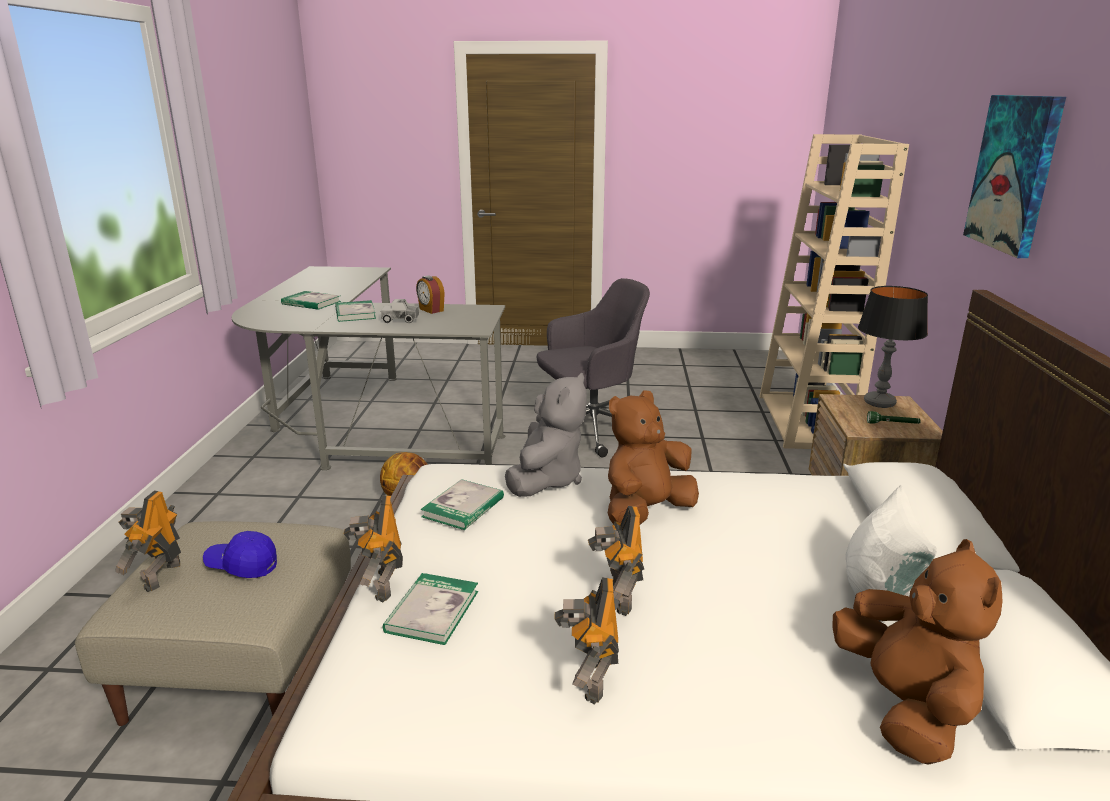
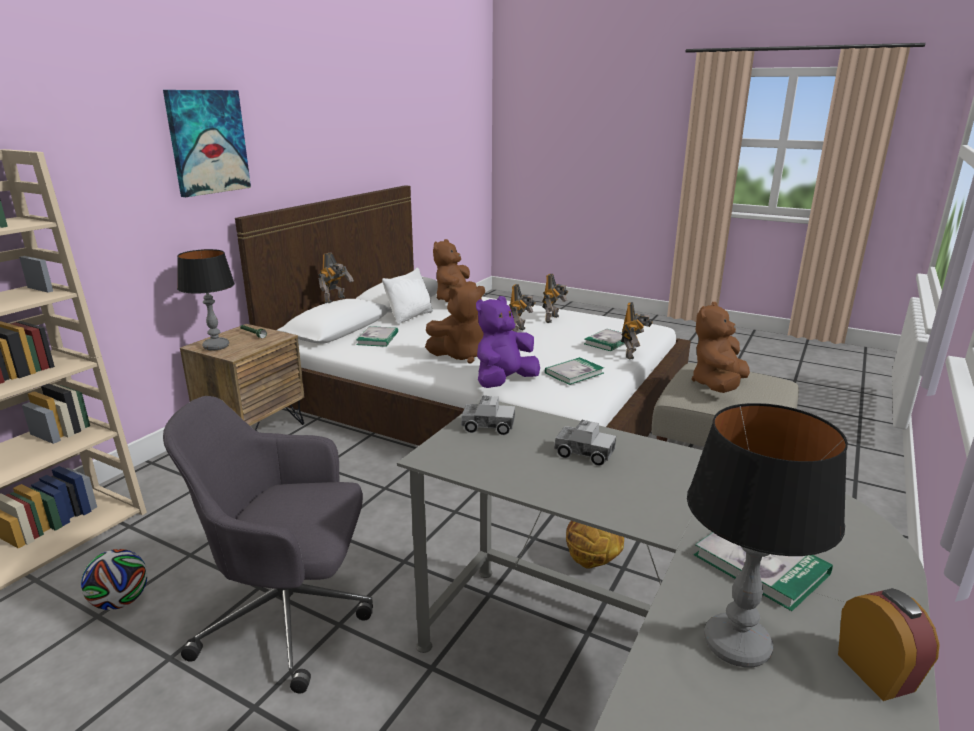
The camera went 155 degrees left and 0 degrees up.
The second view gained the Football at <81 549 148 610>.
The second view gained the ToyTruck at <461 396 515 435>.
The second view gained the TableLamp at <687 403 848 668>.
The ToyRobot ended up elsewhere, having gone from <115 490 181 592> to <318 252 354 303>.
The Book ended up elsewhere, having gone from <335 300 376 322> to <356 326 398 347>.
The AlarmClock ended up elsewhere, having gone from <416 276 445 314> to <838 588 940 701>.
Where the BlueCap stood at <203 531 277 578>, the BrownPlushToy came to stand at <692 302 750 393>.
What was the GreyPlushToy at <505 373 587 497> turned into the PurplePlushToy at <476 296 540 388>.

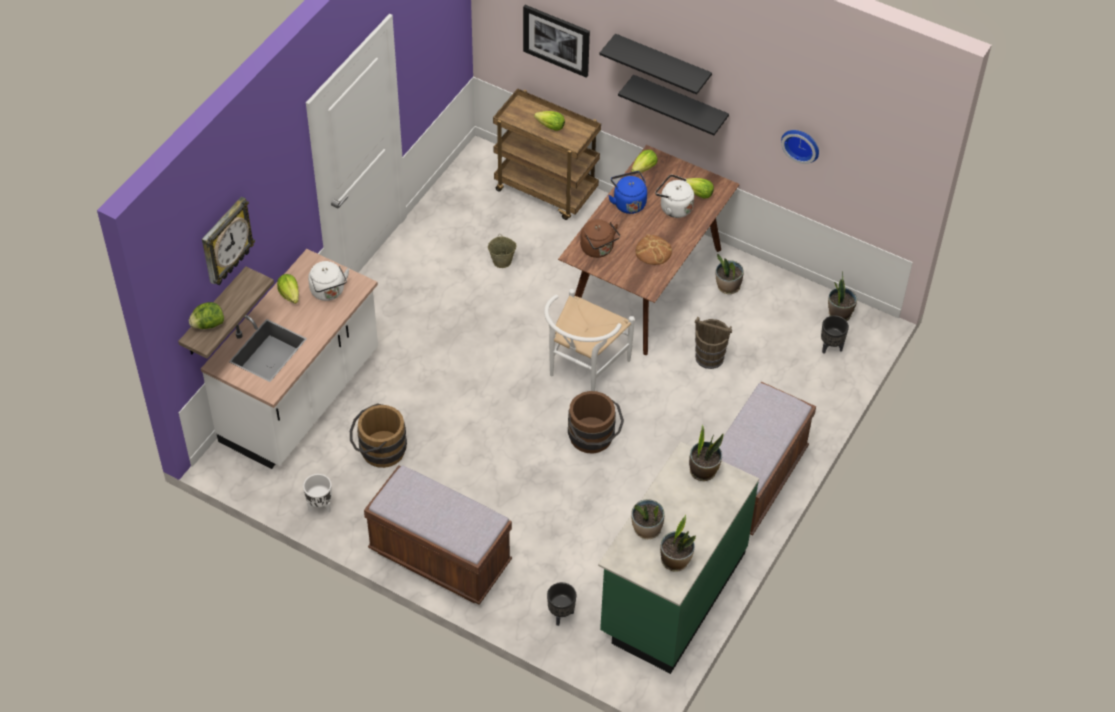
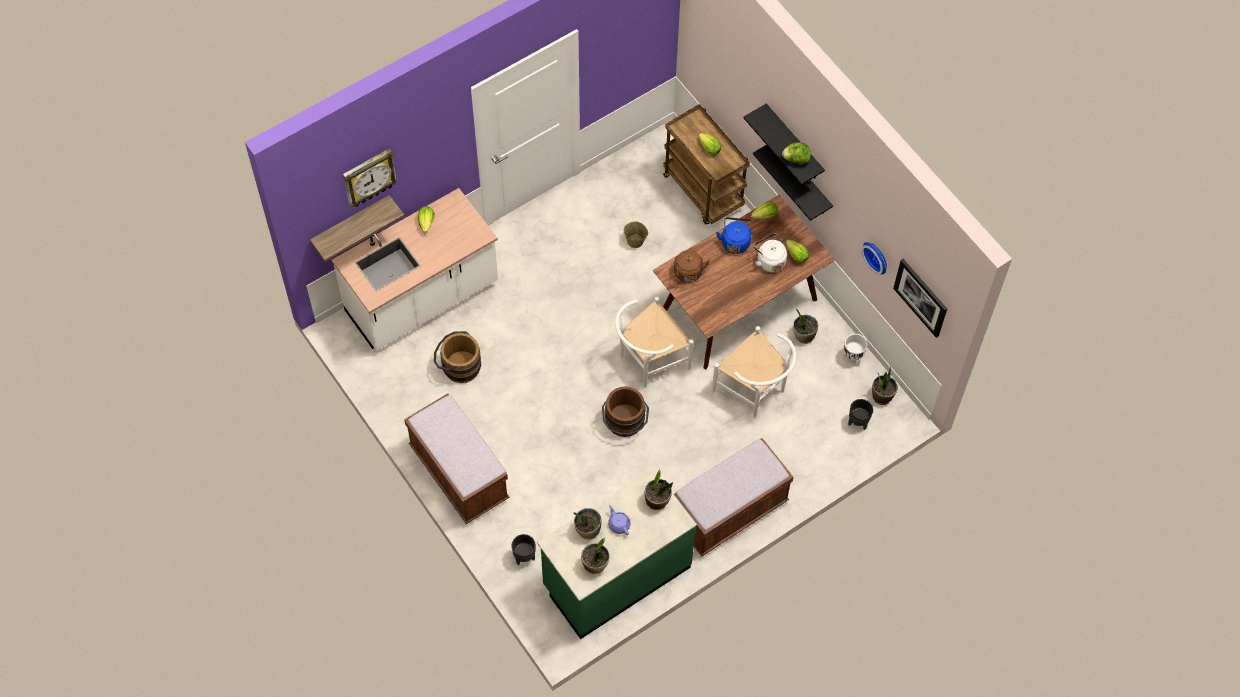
The camera went 25 degrees right and 10 degrees up.
The second view lost the WhiteKettle at <308 261 349 301>.
The second view lost the Bread at <636 234 672 265>.
The second view gained the PurpleTeapot at <608 505 631 535>.
The Lettuce ended up elsewhere, having gone from <189 302 224 329> to <782 142 811 164>.
The WhitePlanter ended up elsewhere, having gone from <303 474 332 513> to <843 334 867 366>.
The Picture ended up elsewhere, having gone from <523 5 590 78> to <893 259 947 338>.
Where the BrownBucket stood at <695 317 732 369>, the WhiteChair came to stand at <713 326 796 418>.

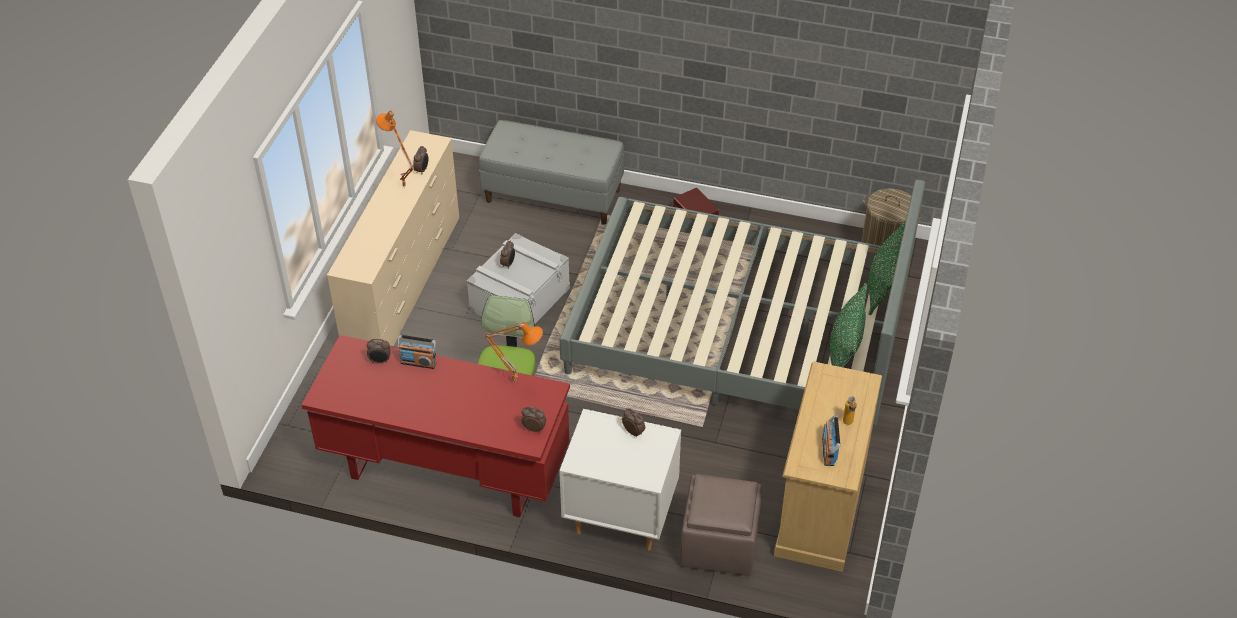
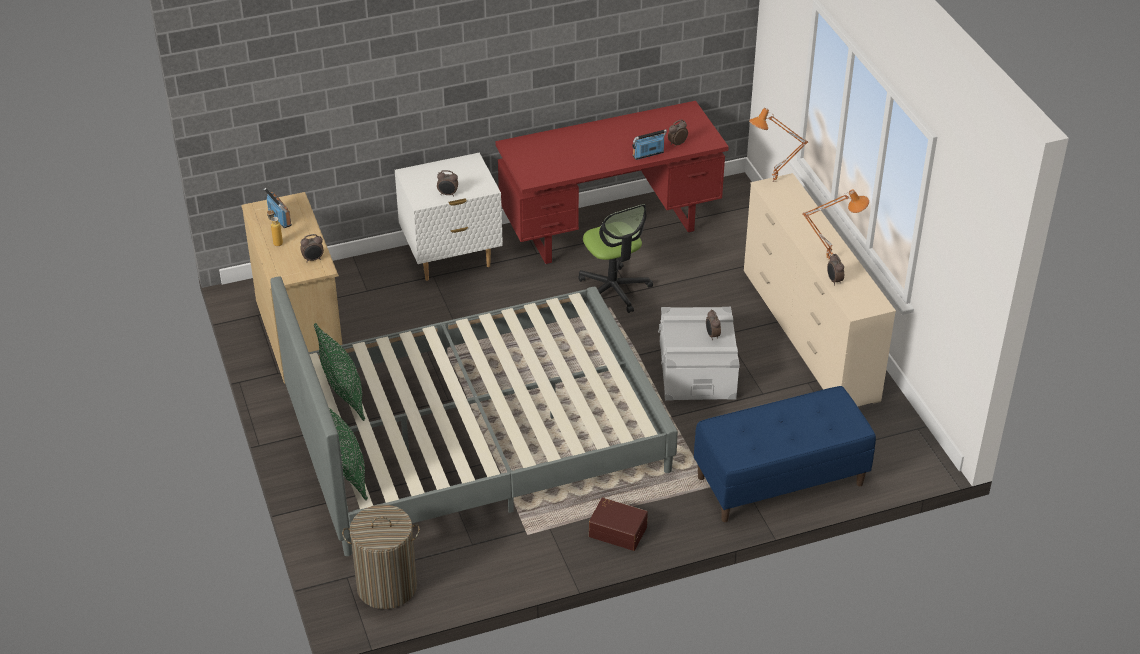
The camera went 145 degrees right and 5 degrees down.
The second view lost the BrownOttoman at <680 474 762 576>.
The OrangeTableLamp ended up elsewhere, having gone from <484 322 543 383> to <749 108 808 182>.
The AlarmClock ended up elsewhere, having gone from <521 407 546 433> to <300 234 324 262>.
What was the GreyBench at <479 120 624 225> turned into the BlueBench at <694 386 876 522>.

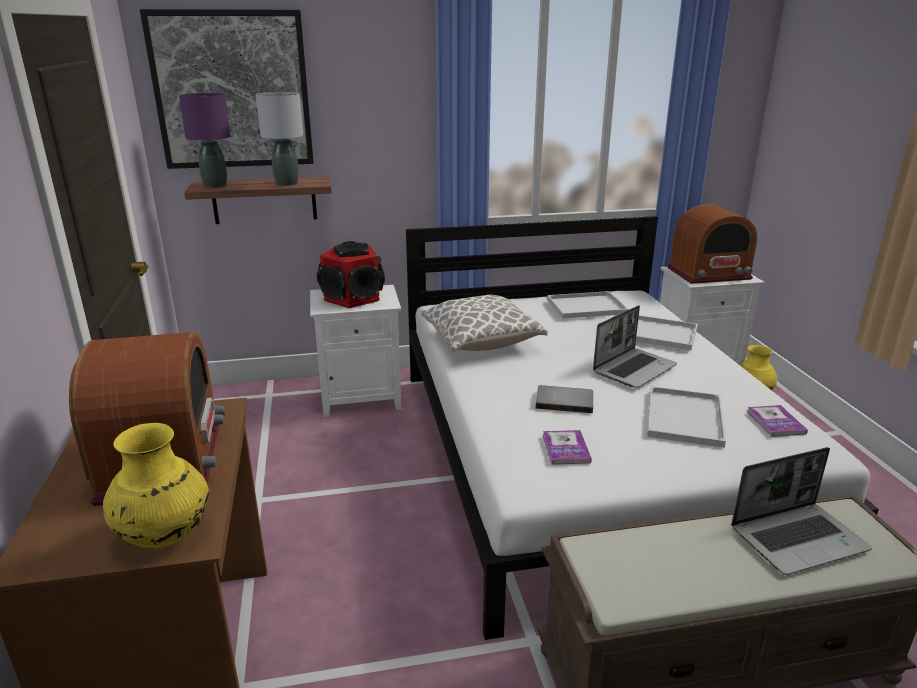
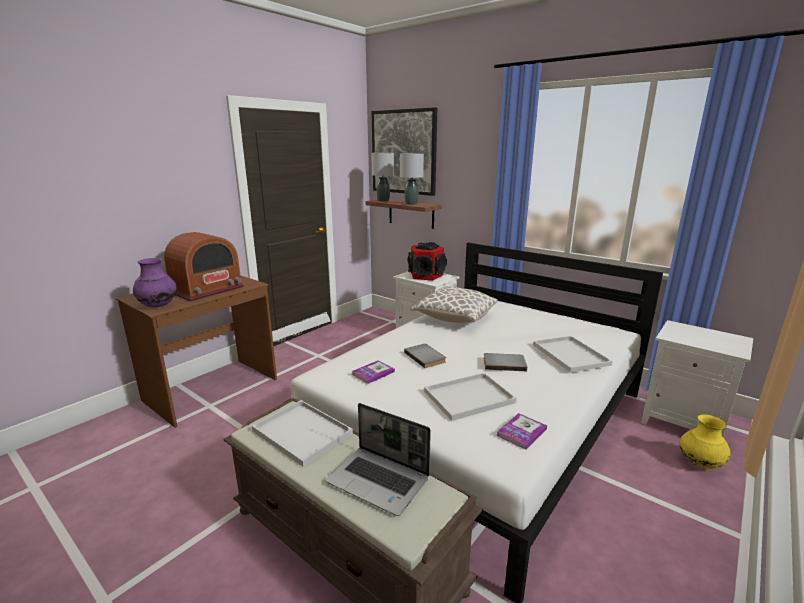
The camera went 50 degrees right and 5 degrees down.
The second view lost the Radio at <667 205 757 284>.
The WhiteTray ended up elsewhere, having gone from <547 291 629 319> to <252 400 353 467>.
Where the Laptop stood at <593 305 677 388>, the GreyBook came to stand at <484 353 527 371>.
What was the YellowVase at <103 423 209 548> turned into the PurpleVase at <133 258 177 307>.
What was the PurpleTableLamp at <179 93 230 188> turned into the GreyTableLamp at <371 153 394 202>.

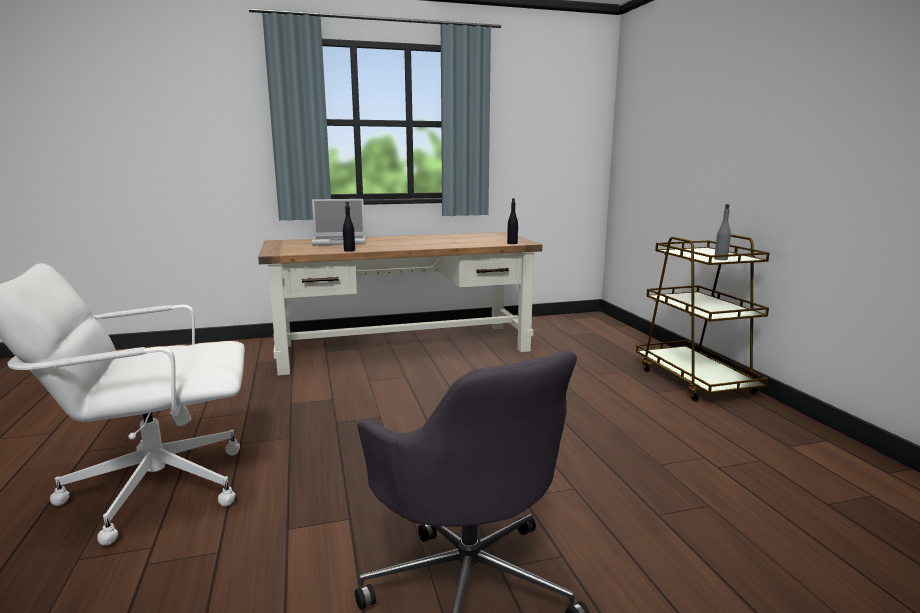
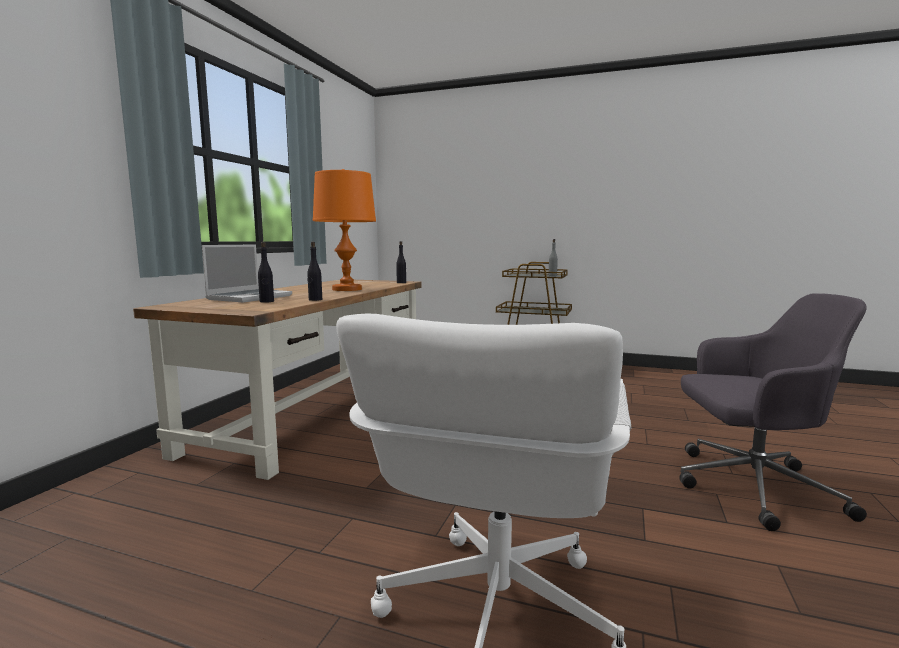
The camera went 55 degrees left and 5 degrees down.
The second view gained the BlackBottle at <258 242 274 303>.
The second view gained the OrangeTableLamp at <313 169 376 291>.

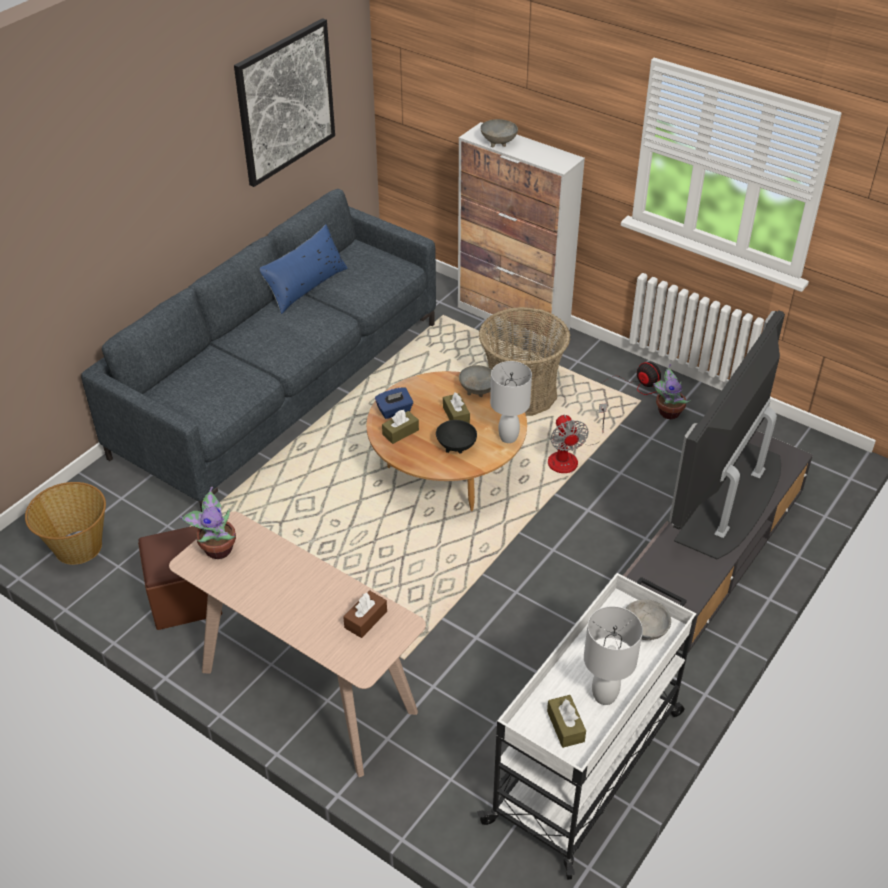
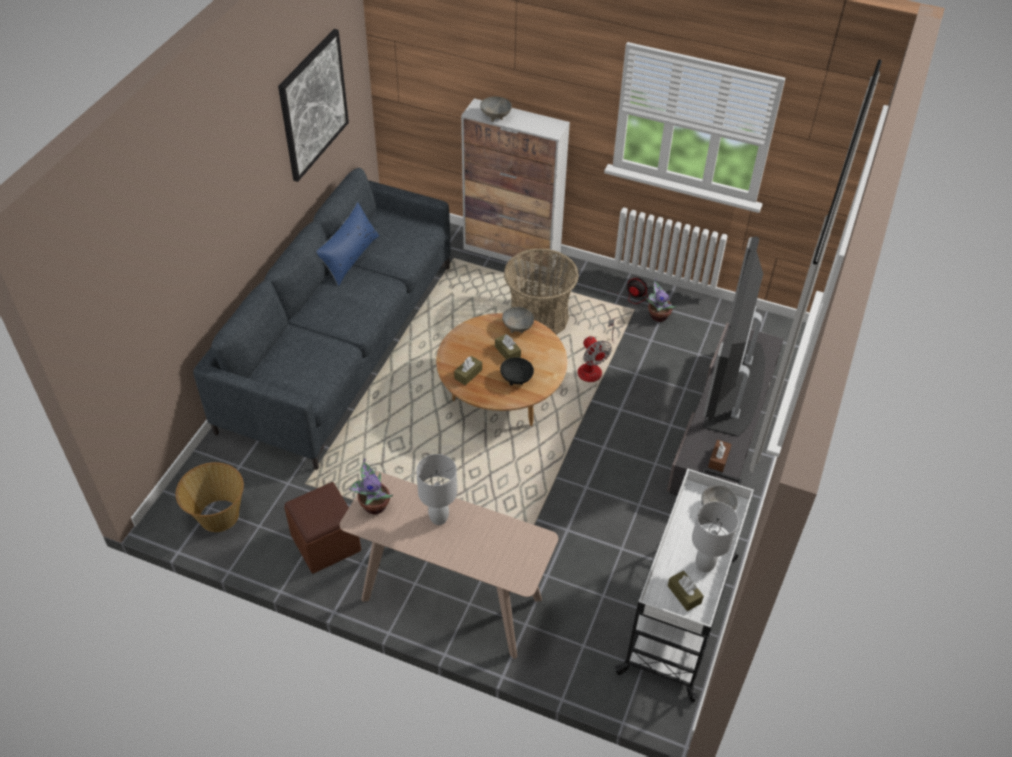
The camera went 15 degrees left and 5 degrees up.
The second view lost the BlueTissueBox at <375 387 413 419>.
The BrownTissueBox ended up elsewhere, having gone from <343 590 387 638> to <708 440 732 472>.
The WhiteTableLamp ended up elsewhere, having gone from <490 361 532 443> to <416 454 457 525>.

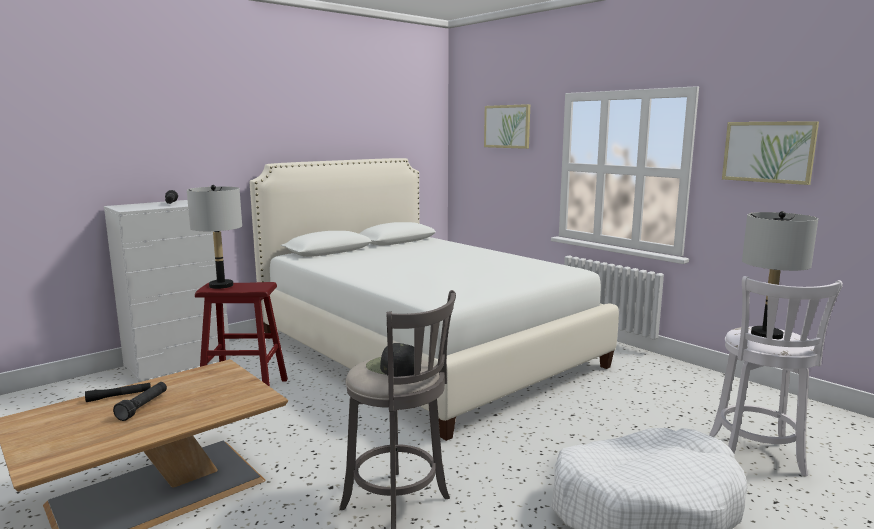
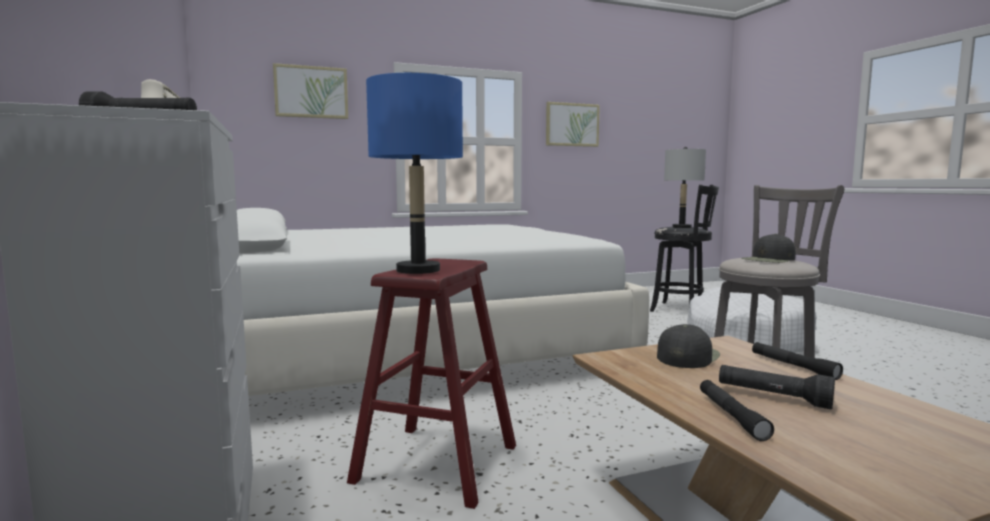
The camera went 70 degrees left and 5 degrees down.
The second view gained the BlackCap at <657 324 720 368>.
The second view gained the BlackFlashlight at <752 342 843 380>.
What was the GreyTableLamp at <187 185 242 289> turned into the BlueTableLamp at <366 73 463 274>.
What was the WhiteStool at <709 276 843 476> turned into the BlackStool at <650 185 719 312>.

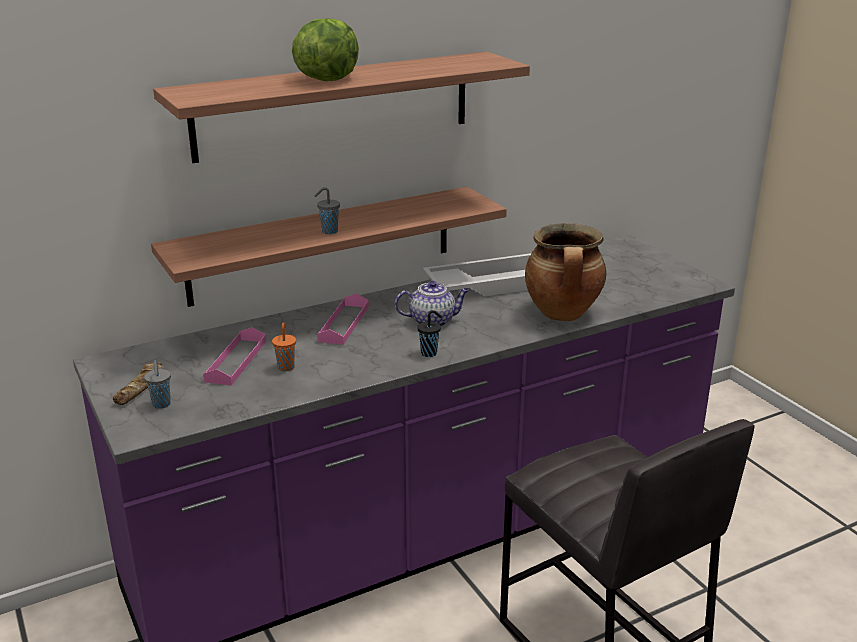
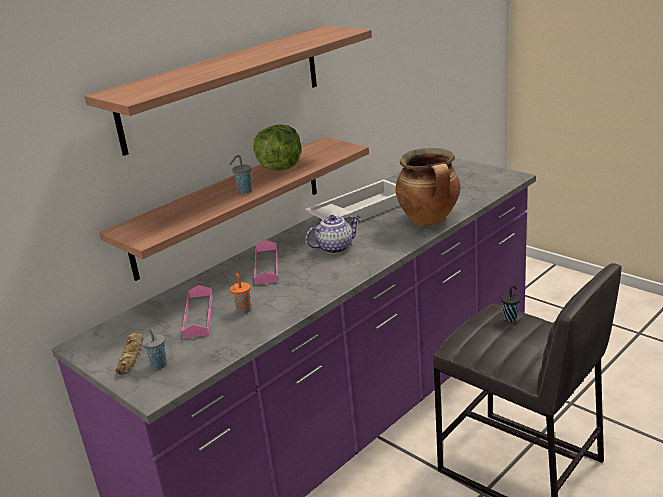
The camera went 15 degrees left and 0 degrees up.
The Lettuce ended up elsewhere, having gone from <292 19 359 81> to <253 124 301 171>.
The BlackCup ended up elsewhere, having gone from <417 310 442 357> to <501 285 520 322>.

